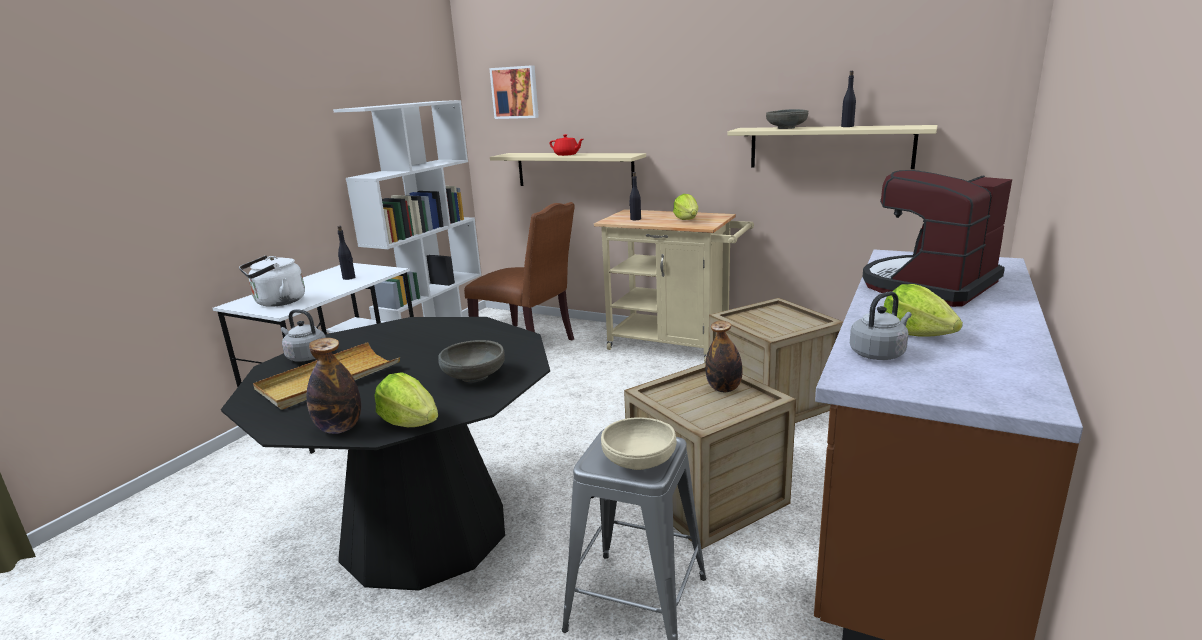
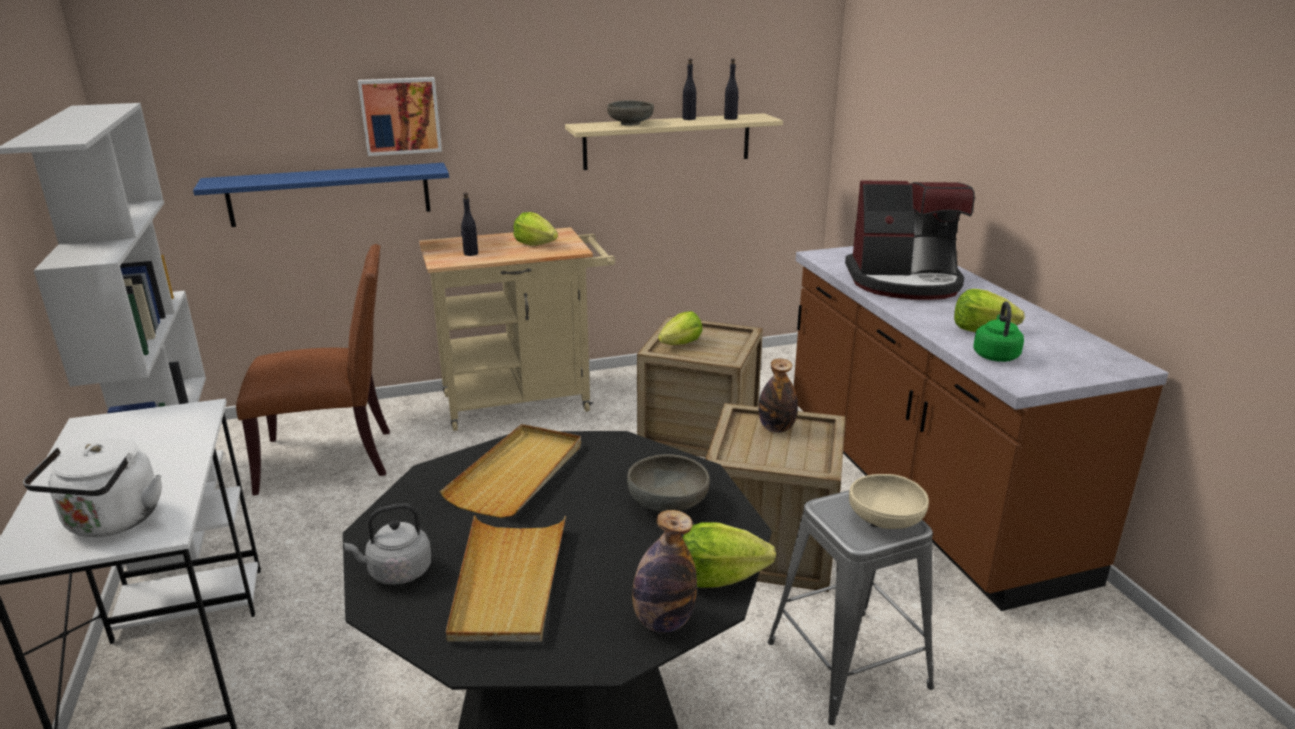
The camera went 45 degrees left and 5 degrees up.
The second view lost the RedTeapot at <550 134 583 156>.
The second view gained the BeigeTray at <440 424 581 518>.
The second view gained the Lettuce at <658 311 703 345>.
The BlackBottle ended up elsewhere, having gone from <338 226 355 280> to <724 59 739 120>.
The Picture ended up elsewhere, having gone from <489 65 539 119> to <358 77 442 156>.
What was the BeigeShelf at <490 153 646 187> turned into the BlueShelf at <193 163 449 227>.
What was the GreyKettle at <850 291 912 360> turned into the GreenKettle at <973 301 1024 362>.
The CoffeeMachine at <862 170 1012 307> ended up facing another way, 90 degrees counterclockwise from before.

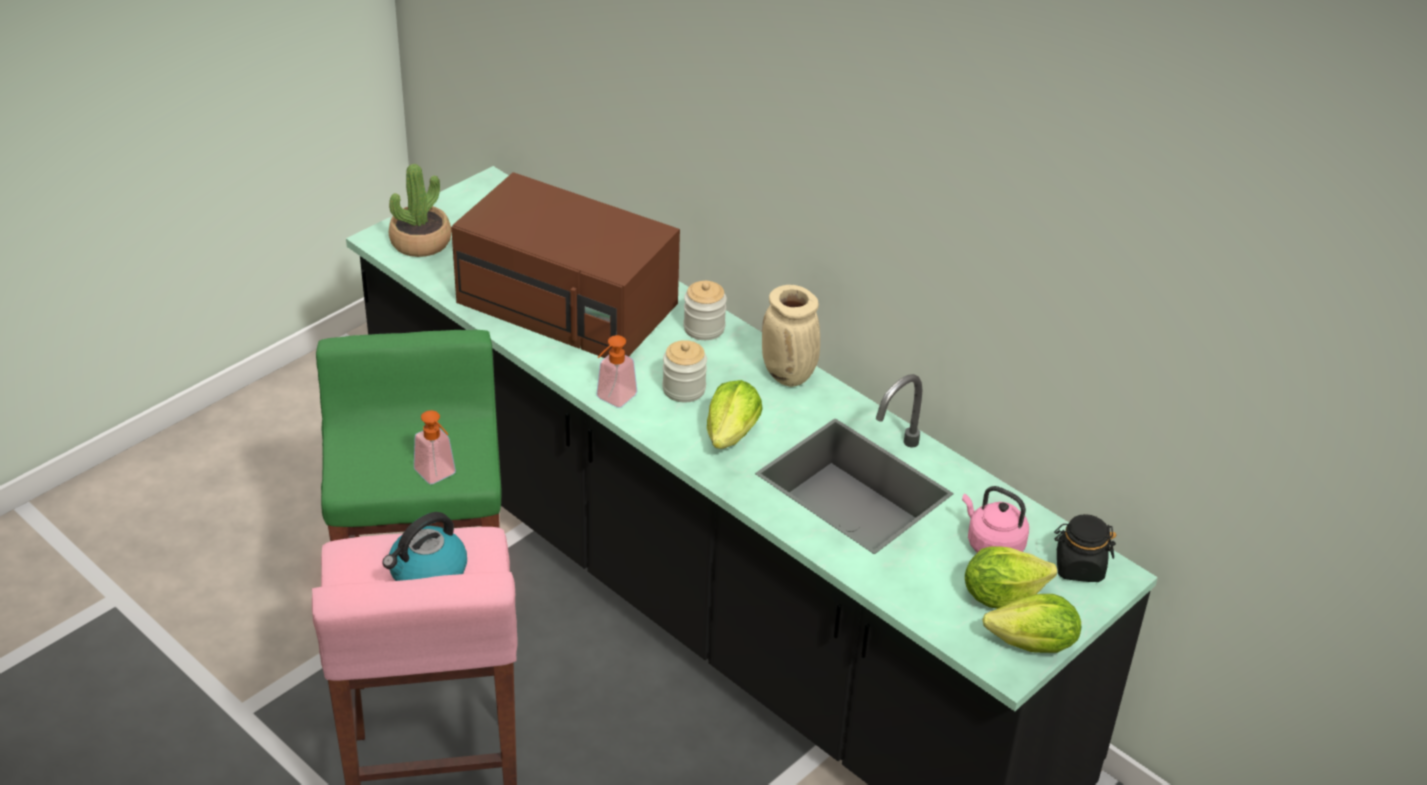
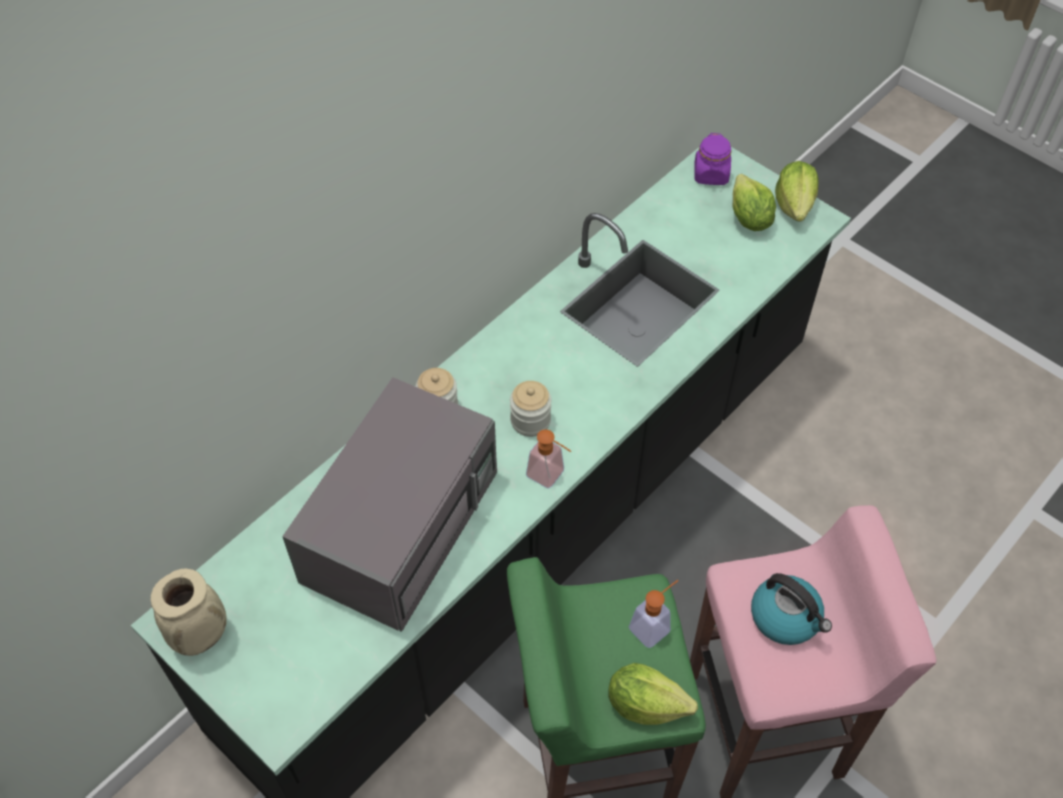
The camera went 90 degrees left and 15 degrees up.
The second view lost the PottedPlant at <389 164 452 257>.
The second view lost the PinkKettle at <962 486 1029 553>.
The Lettuce ended up elsewhere, having gone from <707 380 763 449> to <608 663 698 725>.
The BeigeVase ended up elsewhere, having gone from <762 285 820 387> to <151 569 227 656>.
What was the BrownMicrowave at <451 172 680 358> turned into the GreyMicrowave at <282 377 497 632>.
What was the BlackJar at <1054 514 1116 582> turned into the PurpleJar at <694 133 731 185>.

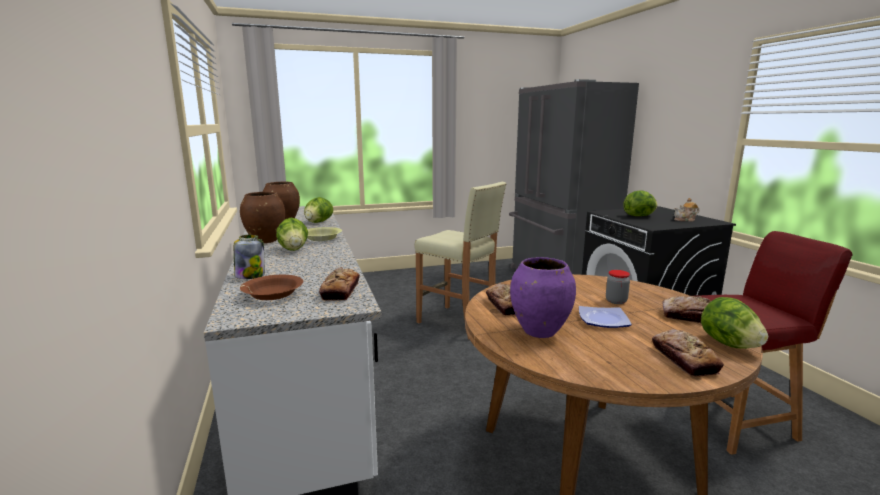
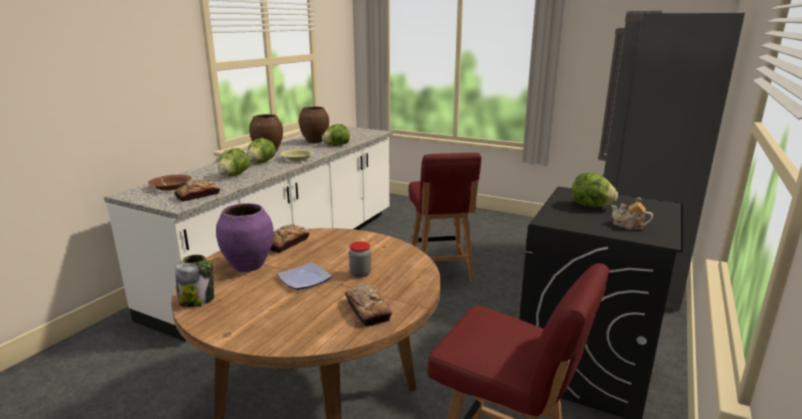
The camera went 45 degrees right and 5 degrees up.
The second view lost the Bread at <652 329 724 377>.
The Jar ended up elsewhere, having gone from <234 235 264 279> to <175 255 214 307>.
The Lettuce ended up elsewhere, having gone from <701 297 768 349> to <218 148 250 177>.
Where the BeigeStool stood at <414 182 506 340>, the RedChair came to stand at <409 153 481 282>.

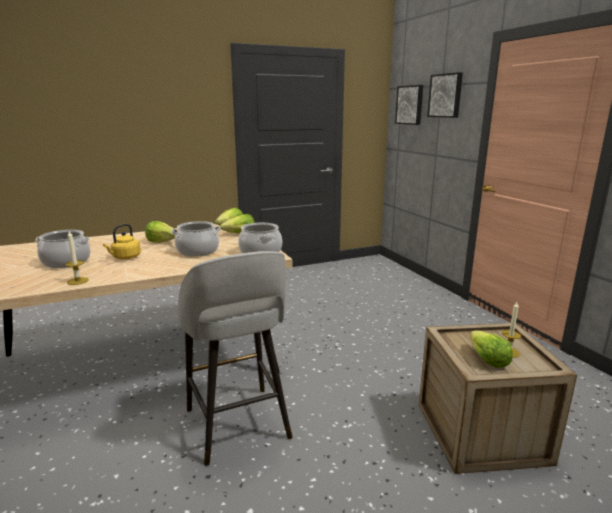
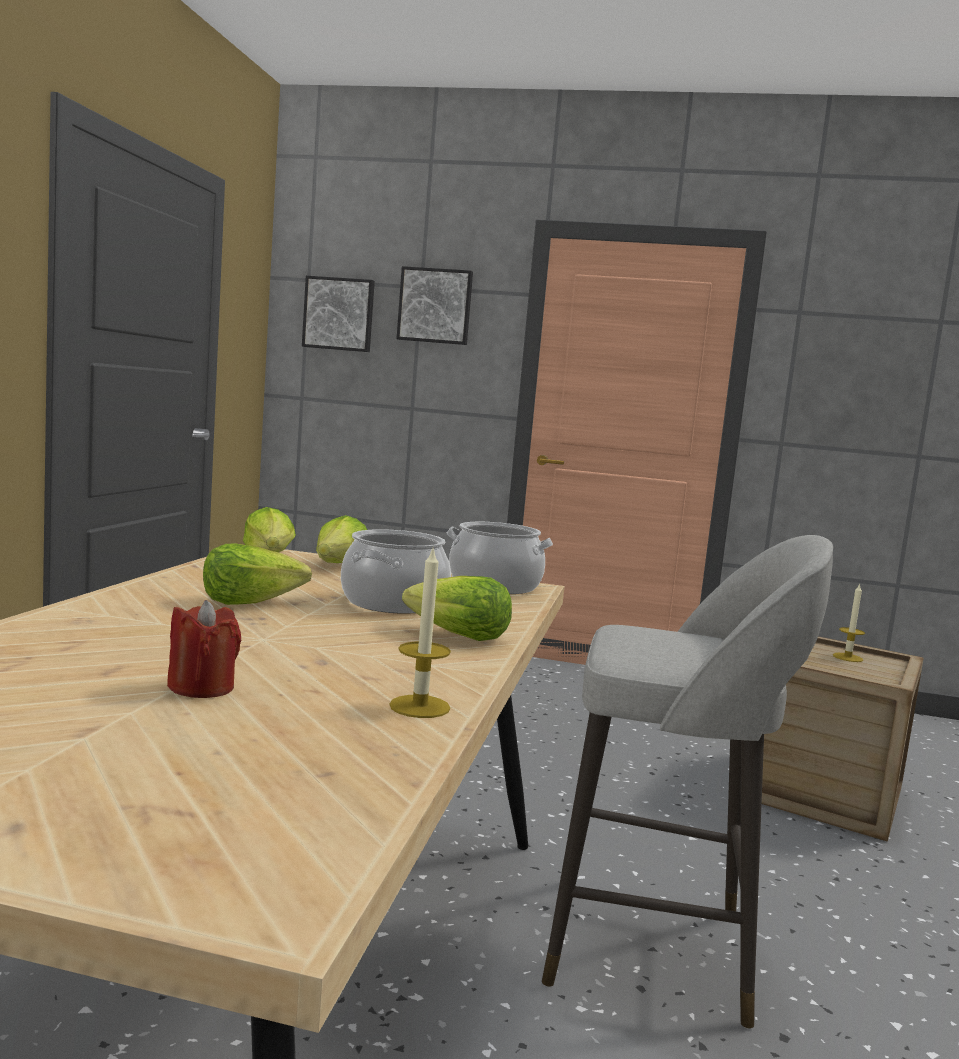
The camera went 55 degrees left and 10 degrees down.
The second view lost the YellowKettle at <103 224 141 259>.
The Lettuce ended up elsewhere, having gone from <470 330 513 368> to <402 576 512 641>.
Where the CookingPot stood at <35 230 91 268>, the RedCandle came to stand at <167 600 241 698>.

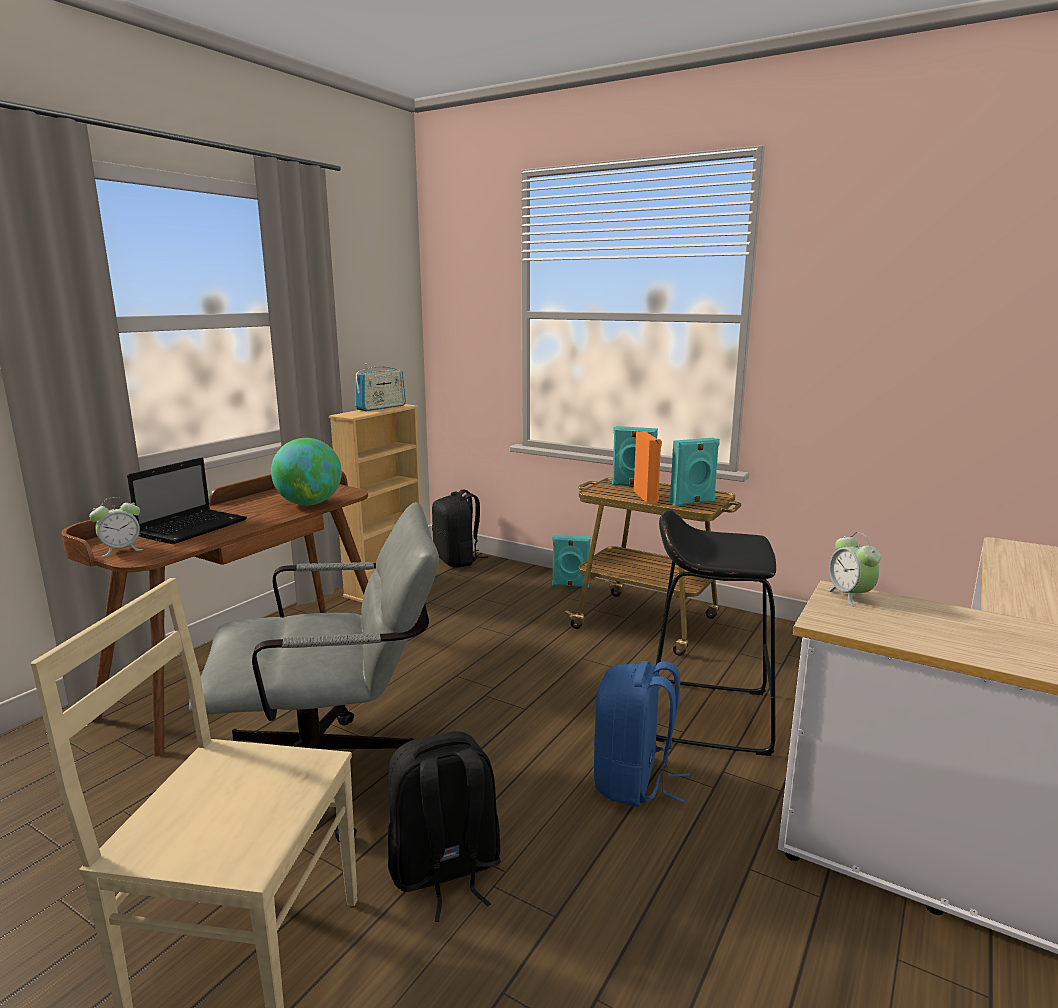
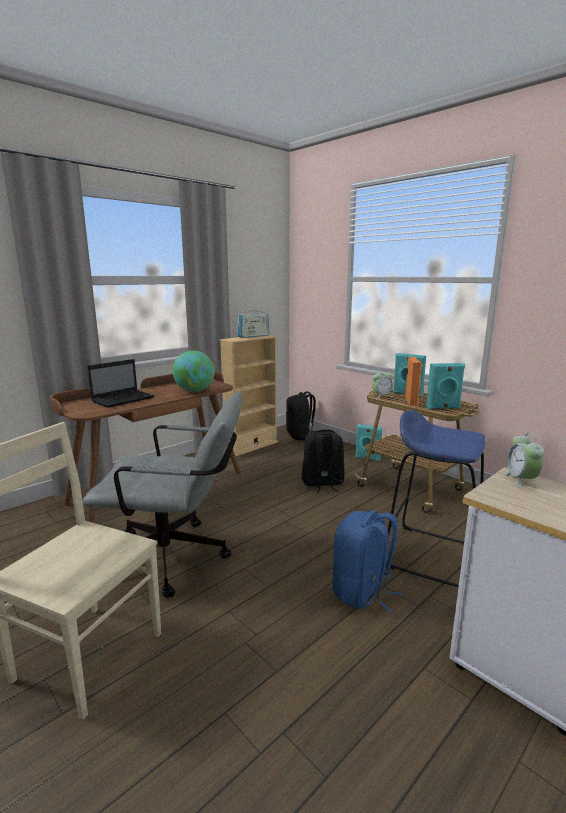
The camera went 15 degrees right and 0 degrees up.
The AlarmClock ended up elsewhere, having gone from <89 497 143 557> to <372 369 393 398>.
The BlackBackpack ended up elsewhere, having gone from <388 731 501 922> to <302 429 344 493>.
What was the BlackStool at <656 510 776 756> turned into the BlueStool at <386 410 485 587>.

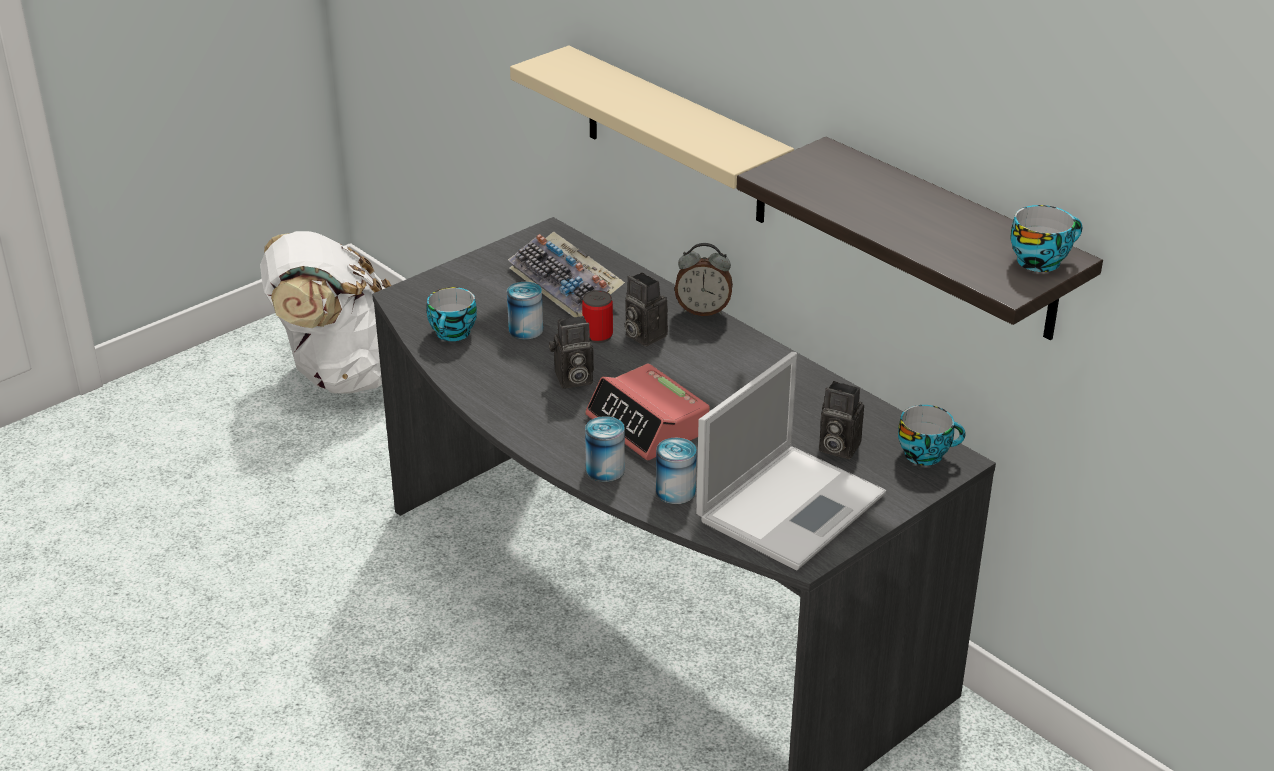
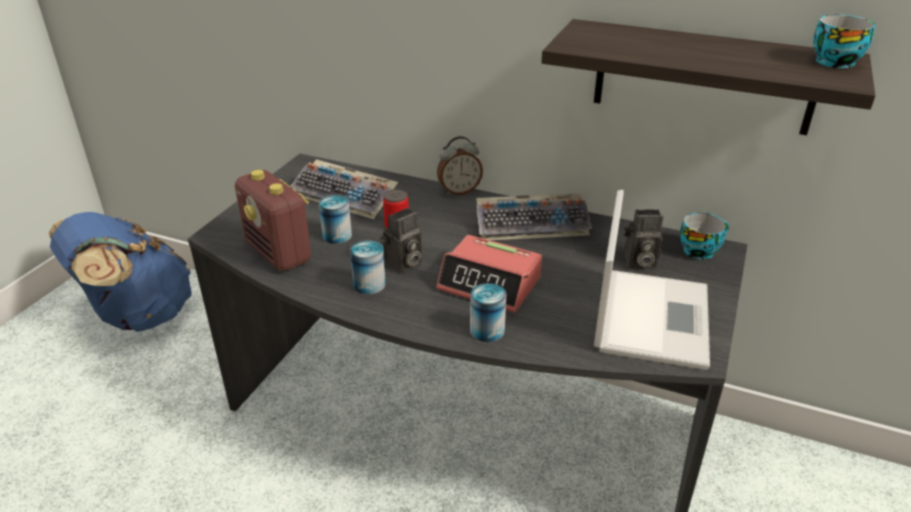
The camera went 25 degrees left and 0 degrees up.
The second view lost the BeigeShelf at <510 45 794 223>.
The second view lost the PhotoCamera at <625 272 668 346>.
The second view gained the Keyboard at <476 194 592 240>.
The Can ended up elsewhere, having gone from <656 438 697 504> to <350 240 386 294>.
Where the Cup stood at <427 287 477 341>, the Radio came to stand at <235 170 311 271>.
What was the WhiteBackpack at <260 231 392 394> turned into the BlueBackpack at <49 212 192 332>.

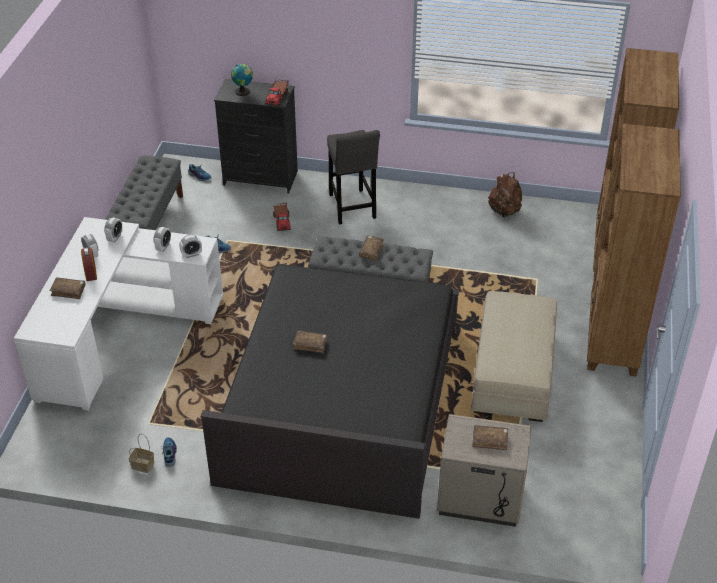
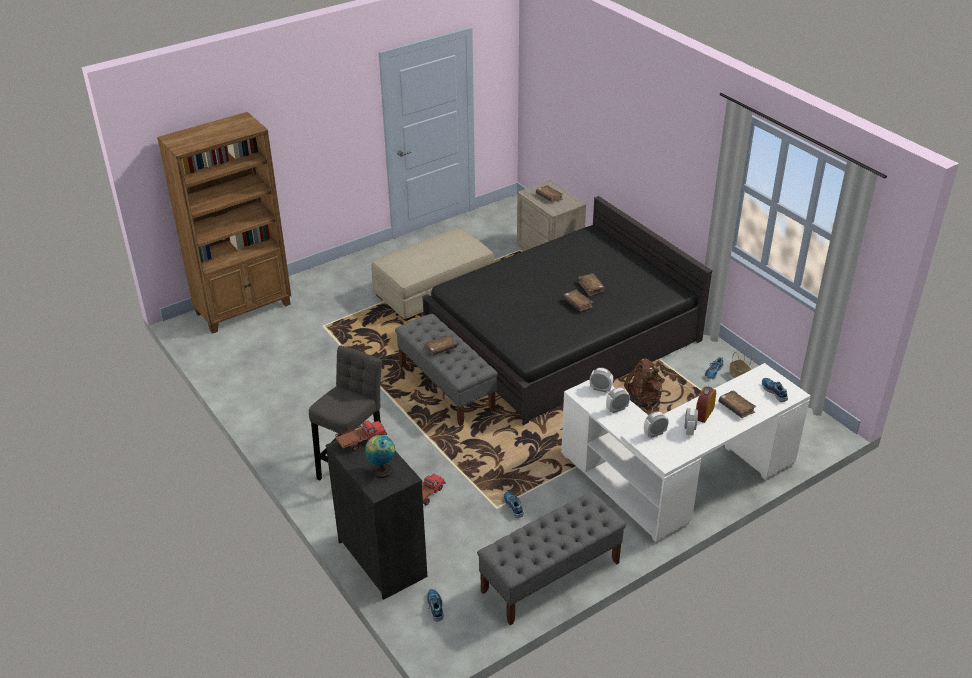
The camera went 135 degrees left and 5 degrees down.
The second view lost the BrownBookcase at <587 124 681 376>.
The second view gained the BrownBook at <578 273 605 296>.
The second view gained the Shoe at <762 378 788 402>.
The BrownBackpack ended up elsewhere, having gone from <488 172 522 218> to <624 358 663 408>.

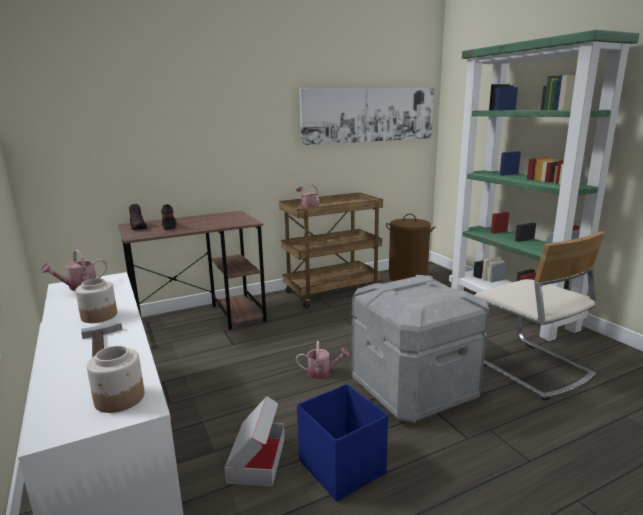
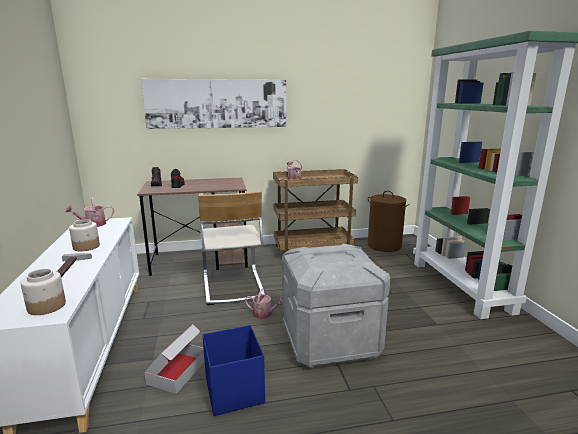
The camera went 15 degrees right and 0 degrees up.
The Picture ended up elsewhere, having gone from <299 88 434 145> to <141 79 286 129>.
The BeigeChair ended up elsewhere, having gone from <474 231 605 400> to <198 191 264 305>.

